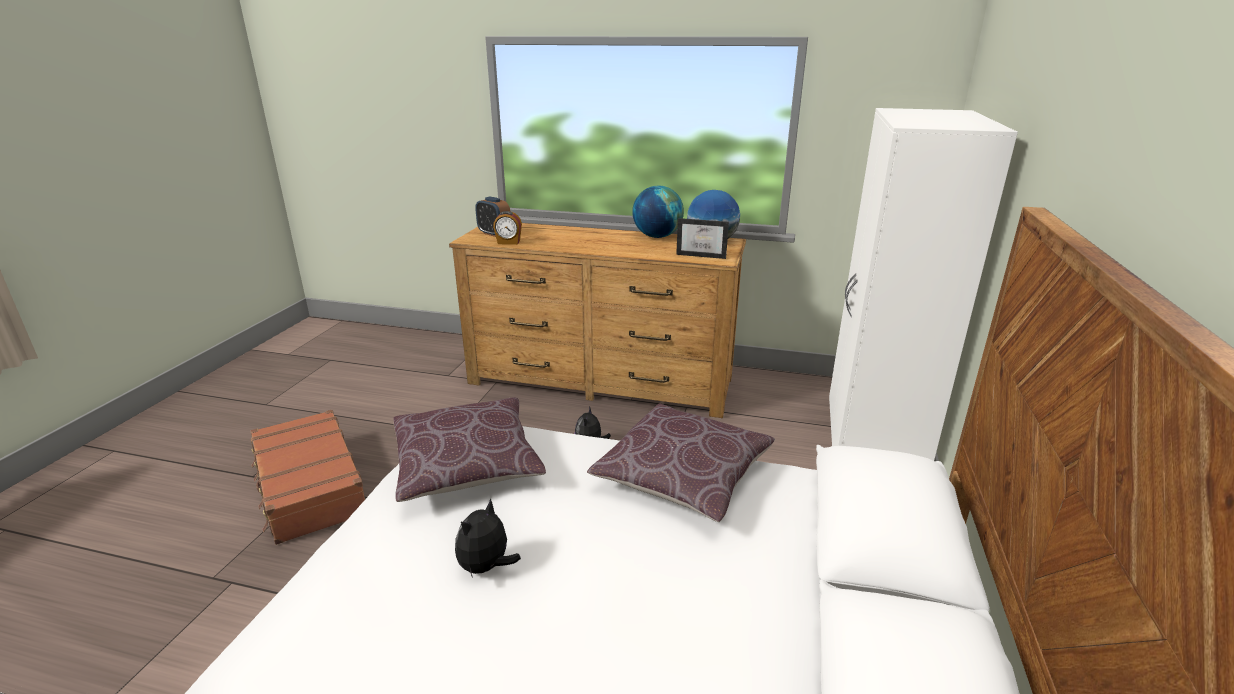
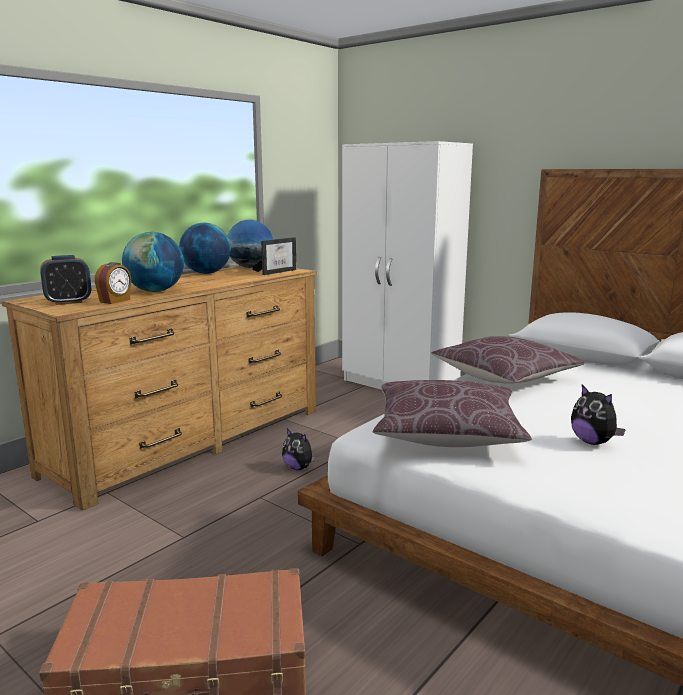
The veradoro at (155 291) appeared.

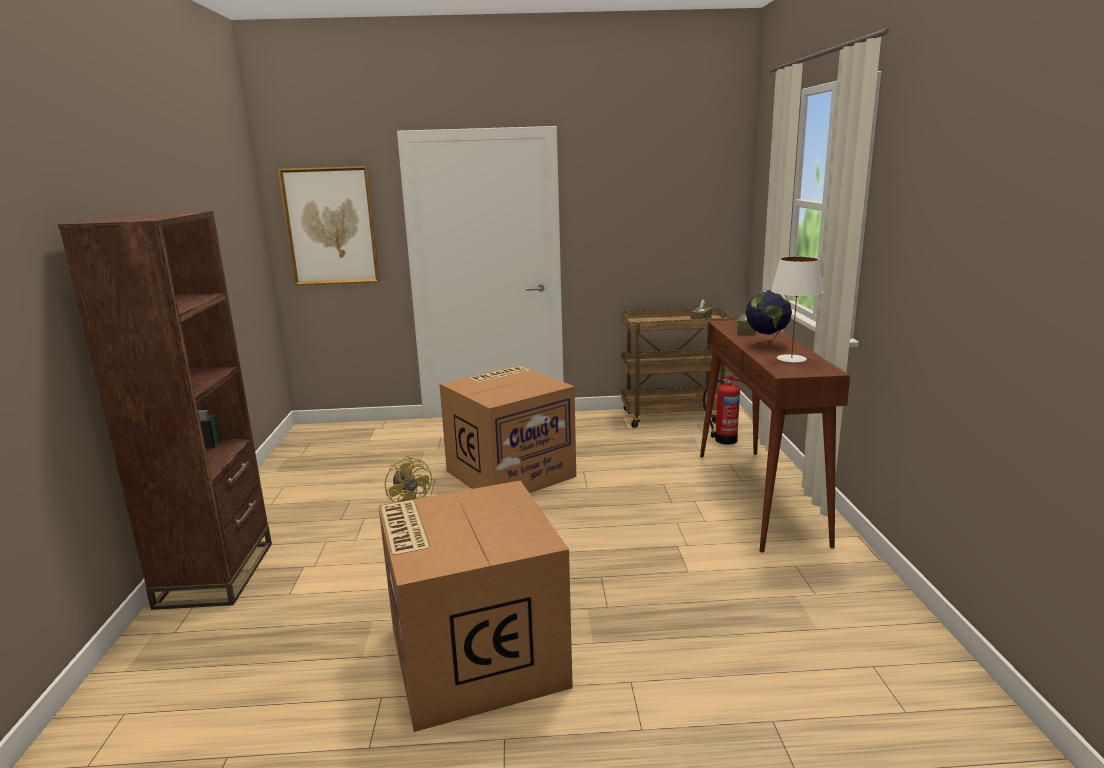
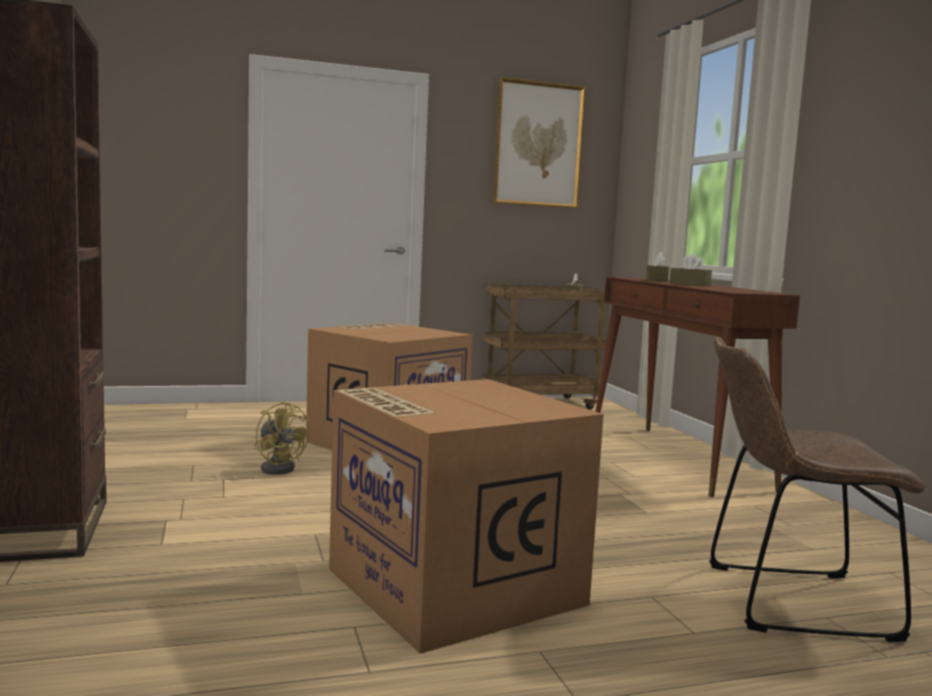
The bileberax at (724 440) disappeared.
The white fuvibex at (792 358) disappeared.
The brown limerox at (787 601) appeared.
The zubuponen moved from (331 226) to (538 144).
The veradoro at (766 345) was replaced by the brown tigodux at (689 284).

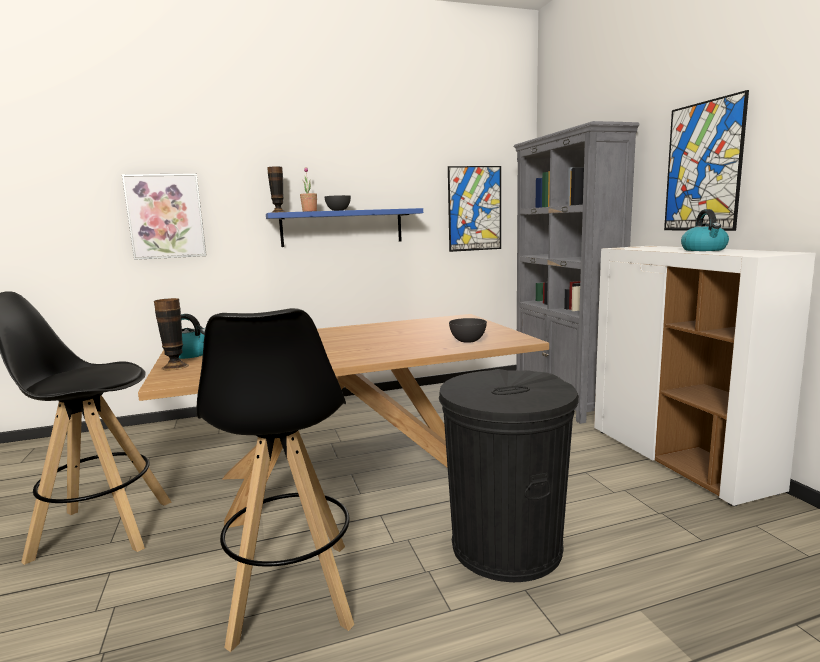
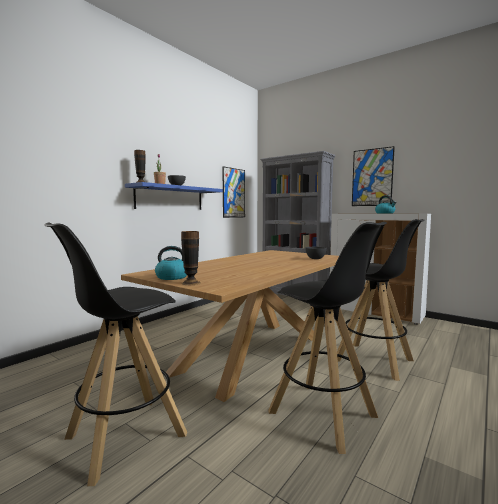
The zubuponen at (166 216) disappeared.
The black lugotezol at (506 546) was replaced by the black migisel at (374 361).

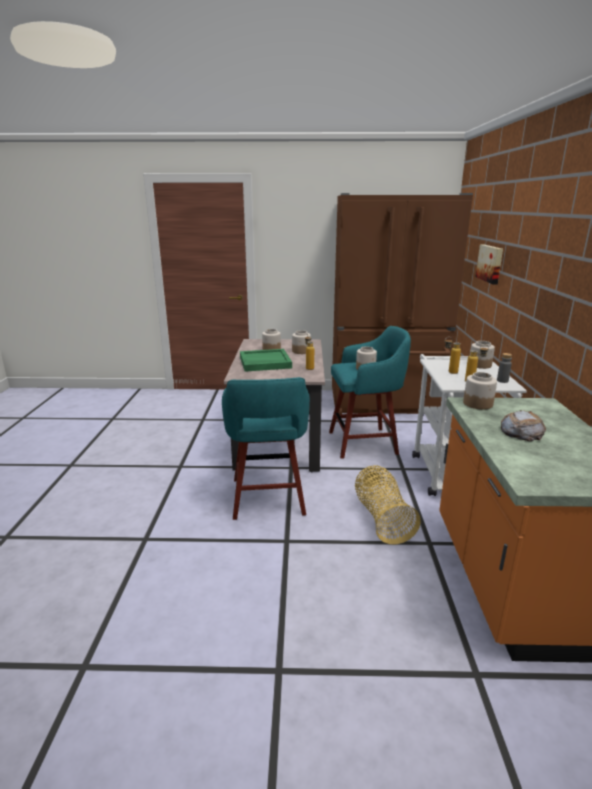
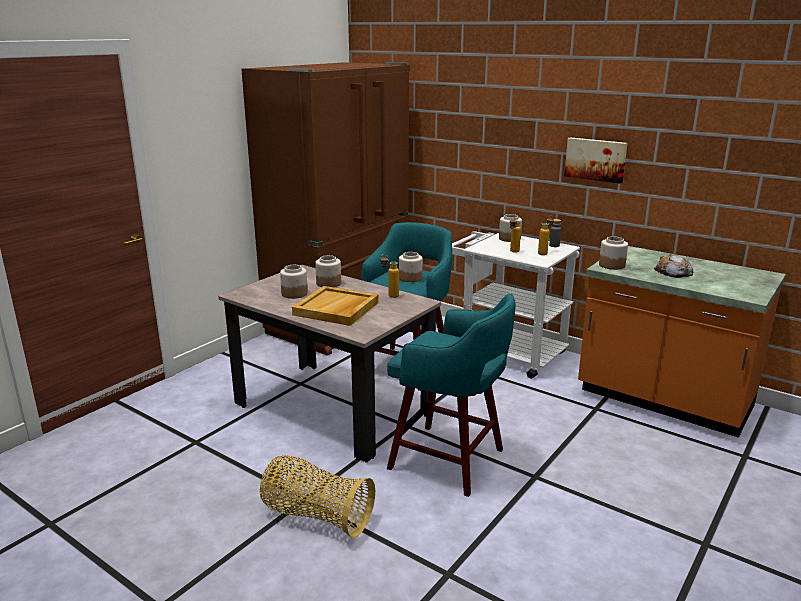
The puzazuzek moved from (382 518) to (316 516).
The zubuponen moved from (490 263) to (595 159).
The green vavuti at (264 362) became the beige vavuti at (336 309).

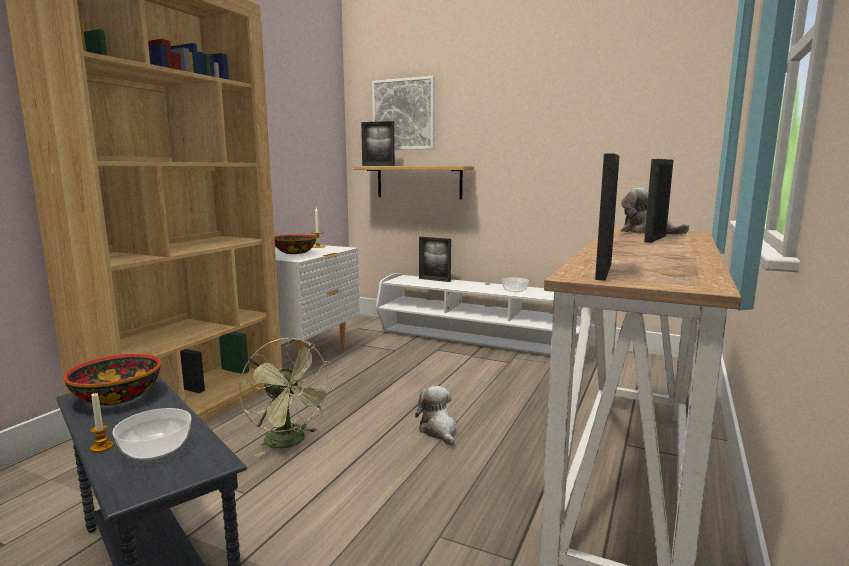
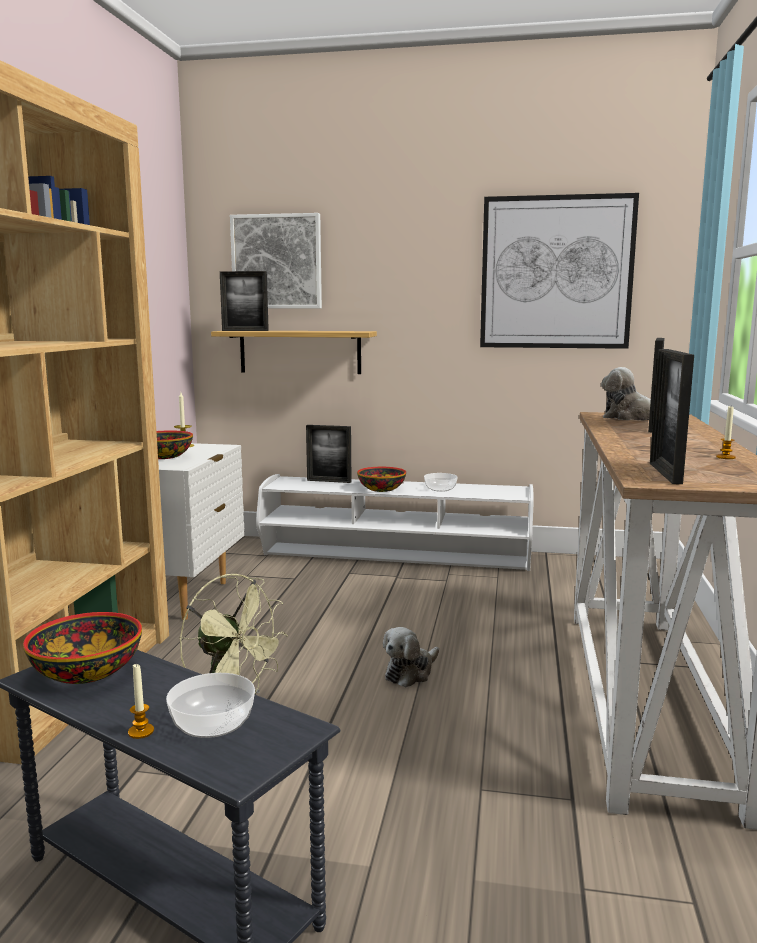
The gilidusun at (382 489) appeared.
The zubuponen at (556 273) appeared.
The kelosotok at (725 457) appeared.
The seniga at (438 430) turned 105 degrees counterclockwise.

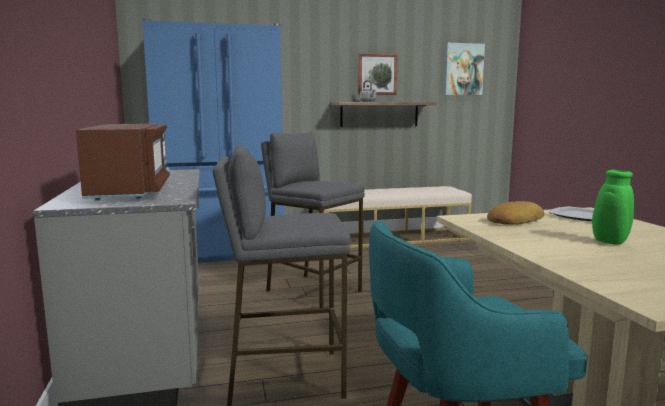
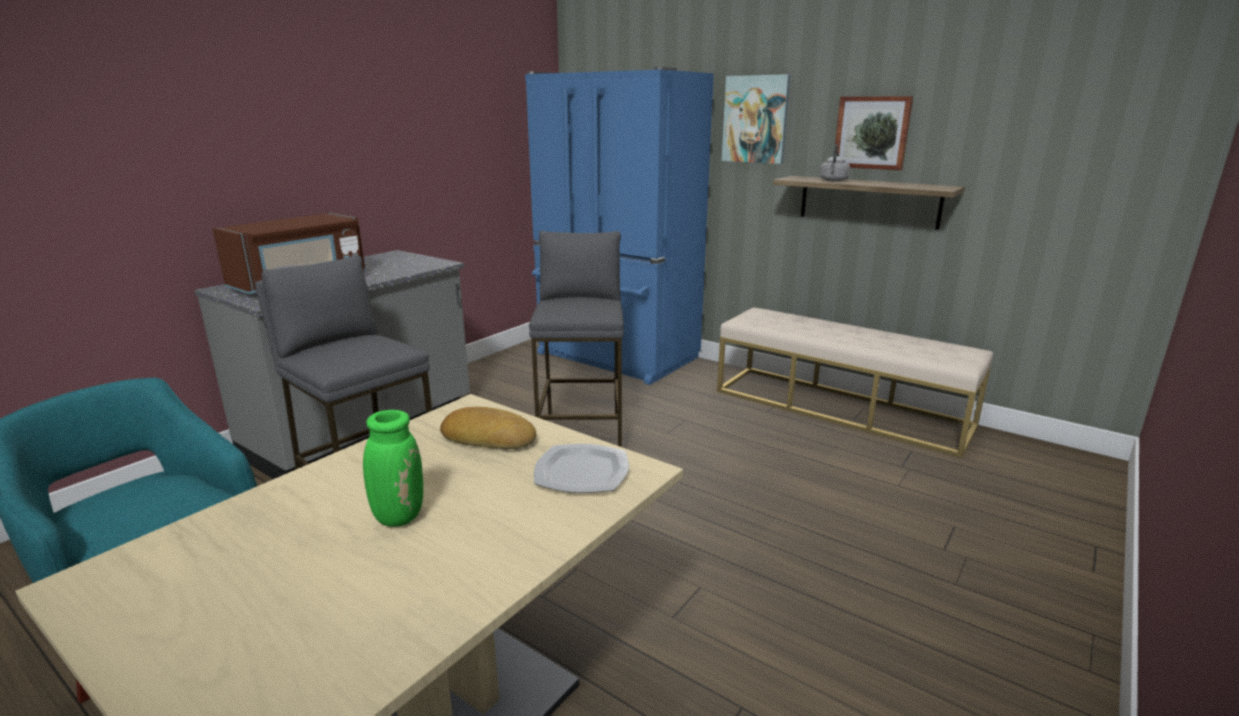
The zubuponen moved from (463 69) to (755 119).

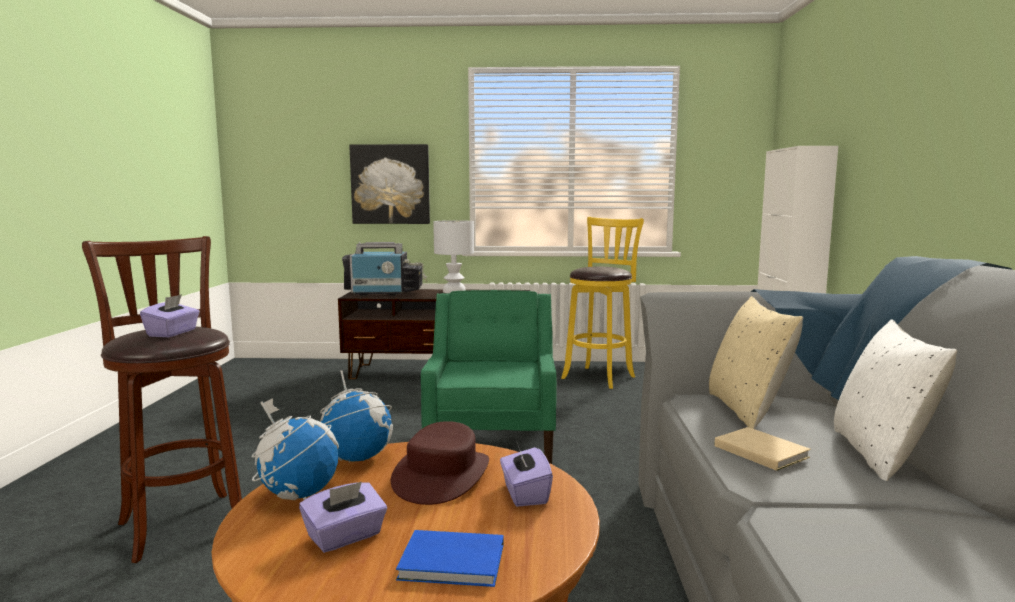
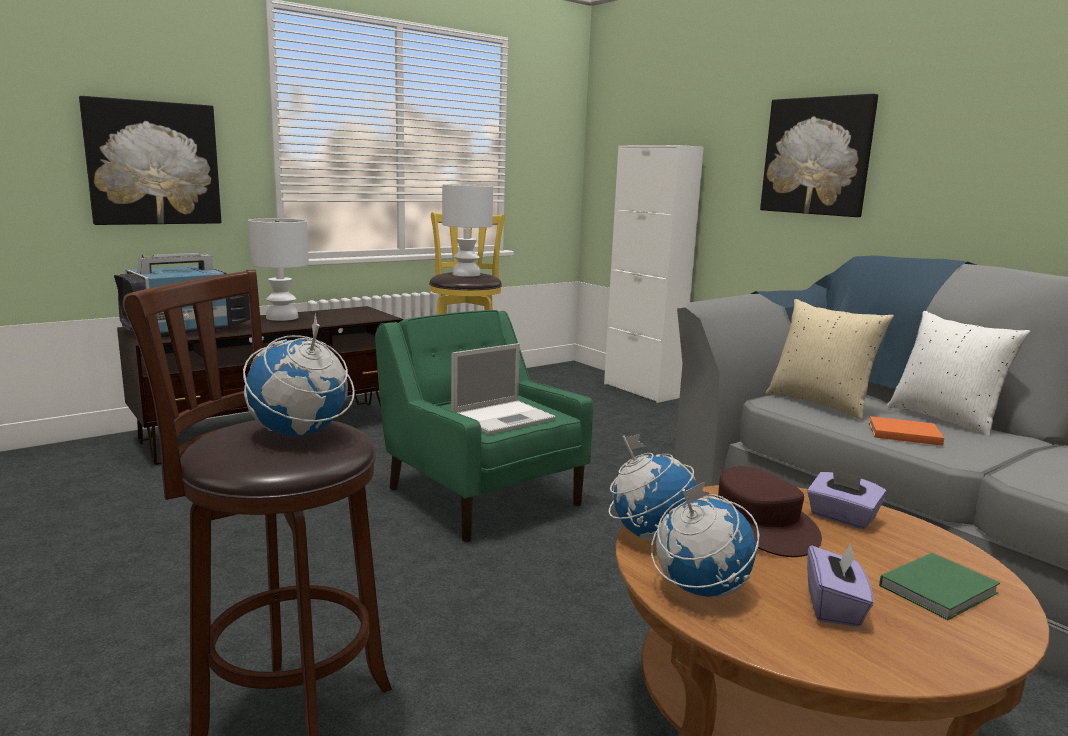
The white fuvibex at (467 274) appeared.
The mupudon at (504 417) appeared.
The zubuponen at (817 156) appeared.
The purple tigodux at (173 333) was replaced by the veradoro at (299 434).
The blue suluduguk at (454 563) became the green suluduguk at (941 589).
The beige suluduguk at (760 450) became the orange suluduguk at (902 433).

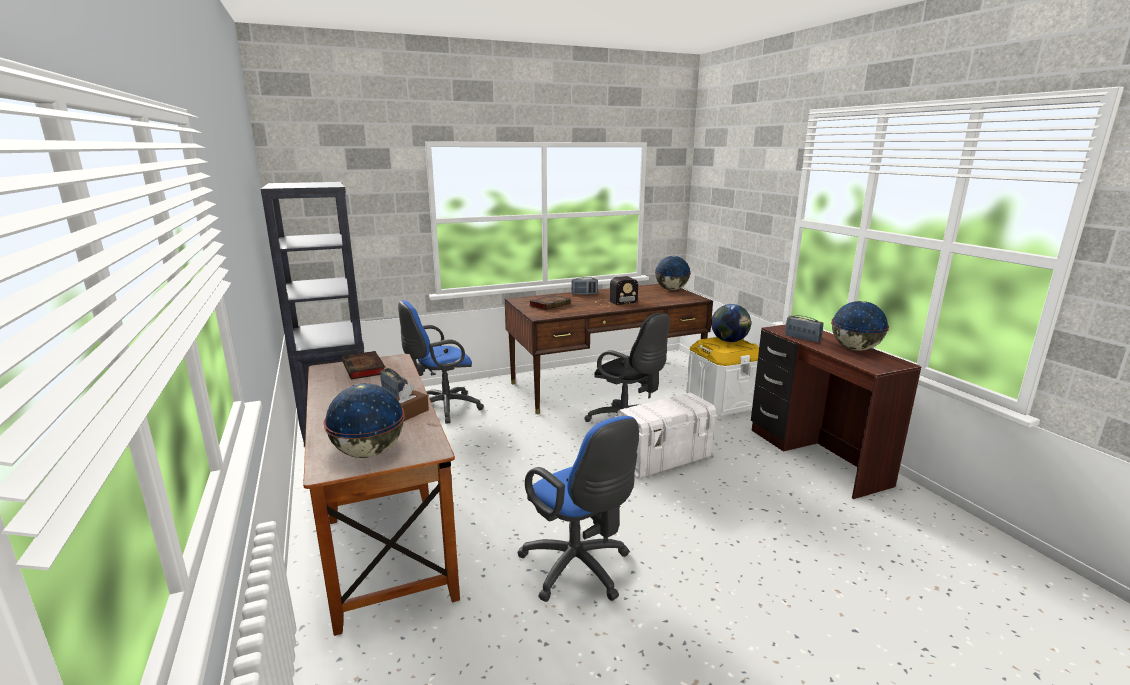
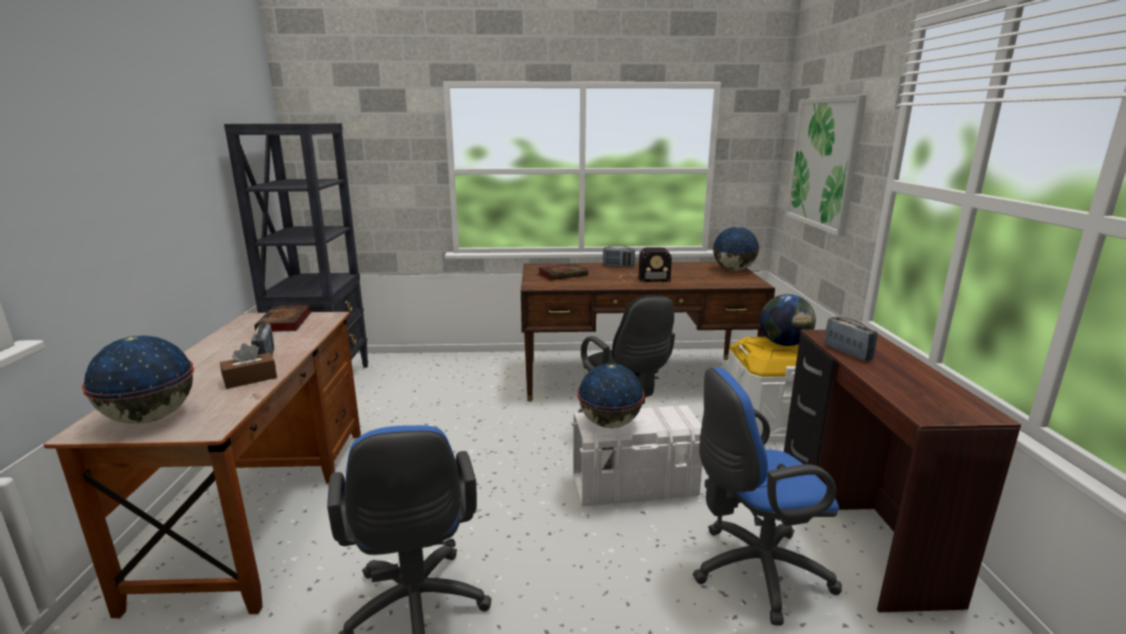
The zubuponen at (823 163) appeared.
The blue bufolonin moved from (442 409) to (753 571).
The veradoro moved from (854 349) to (609 423).

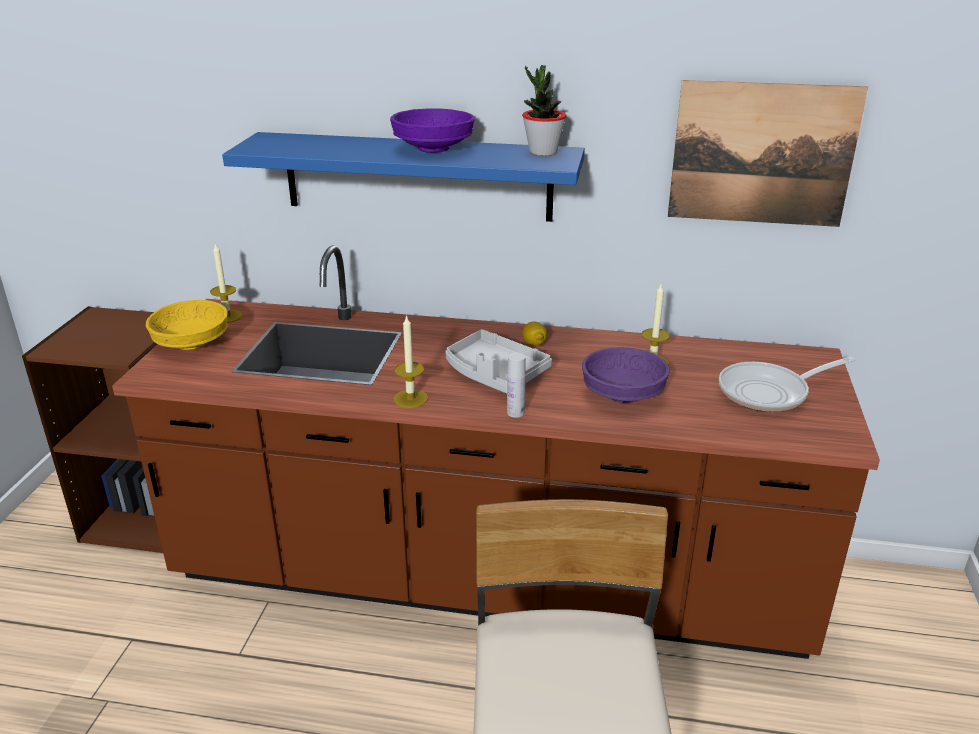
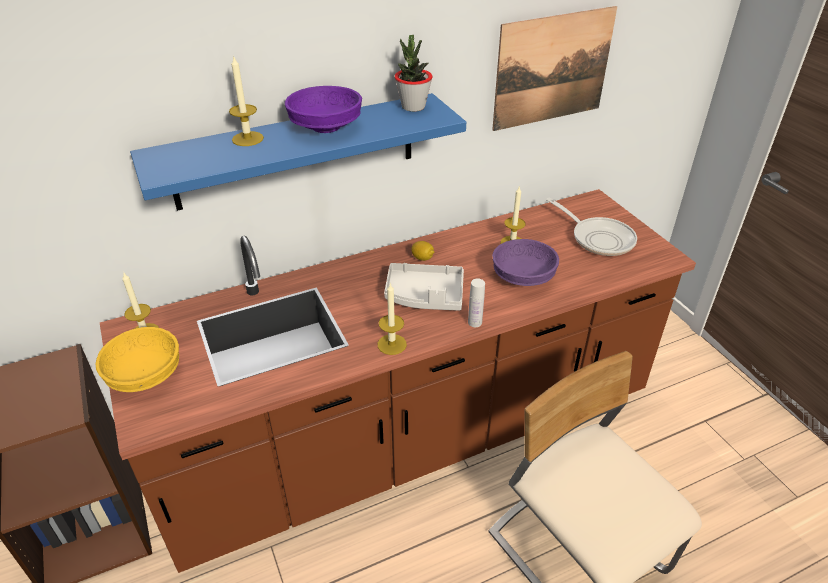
The kelosotok at (247 139) appeared.
The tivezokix at (769 392) turned 75 degrees counterclockwise.

